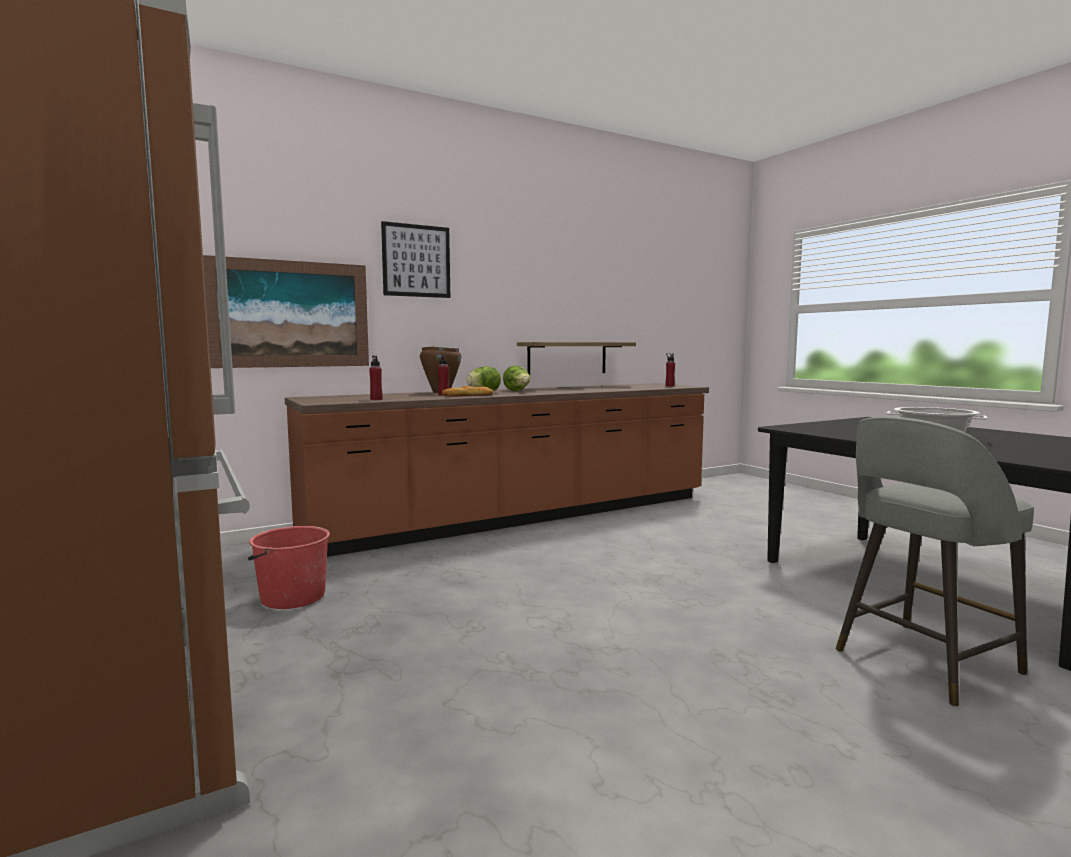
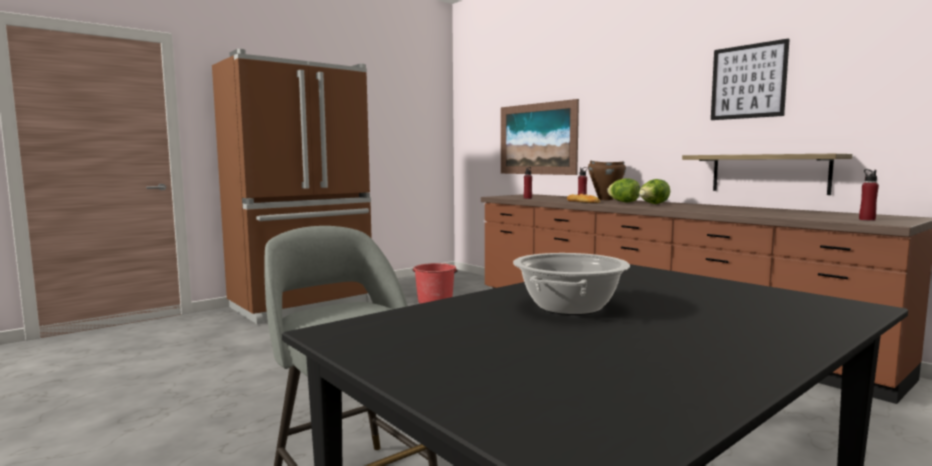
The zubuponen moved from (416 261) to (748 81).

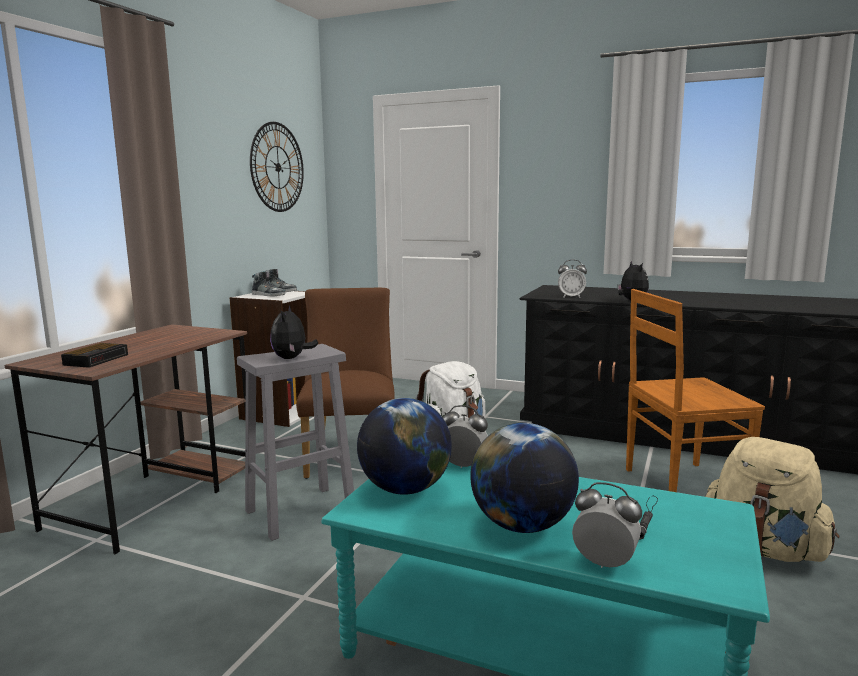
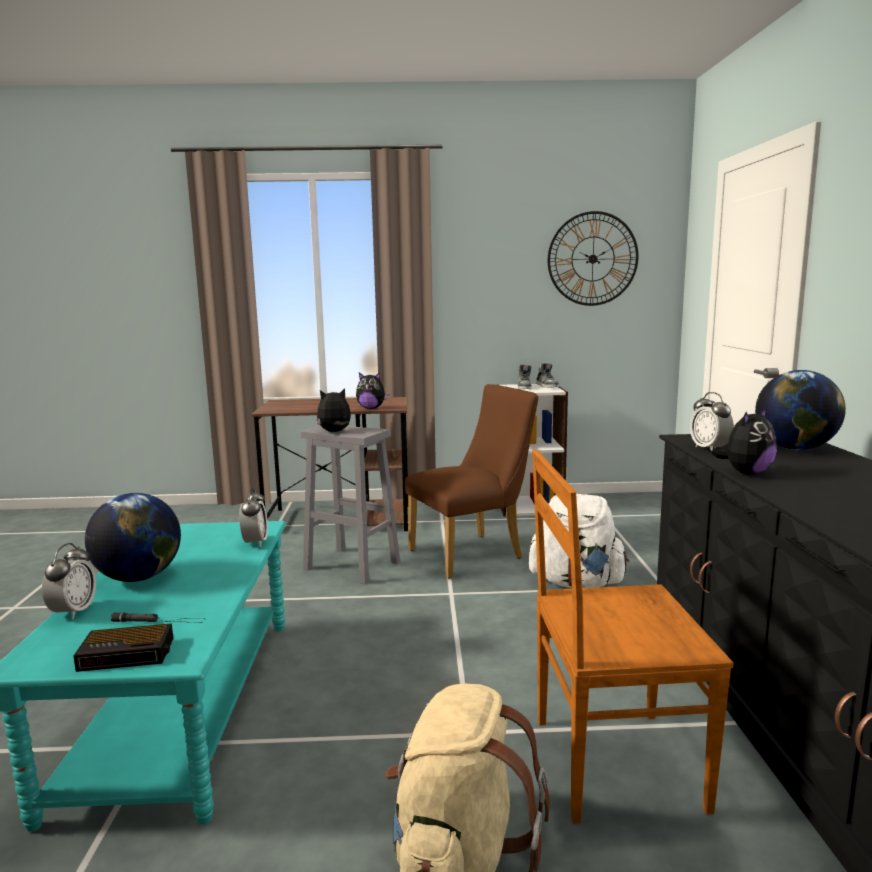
The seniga at (371 408) appeared.
The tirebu moved from (97 359) to (129 654).
The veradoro moved from (405 489) to (795 449).
The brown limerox at (680 485) turned 60 degrees counterclockwise.

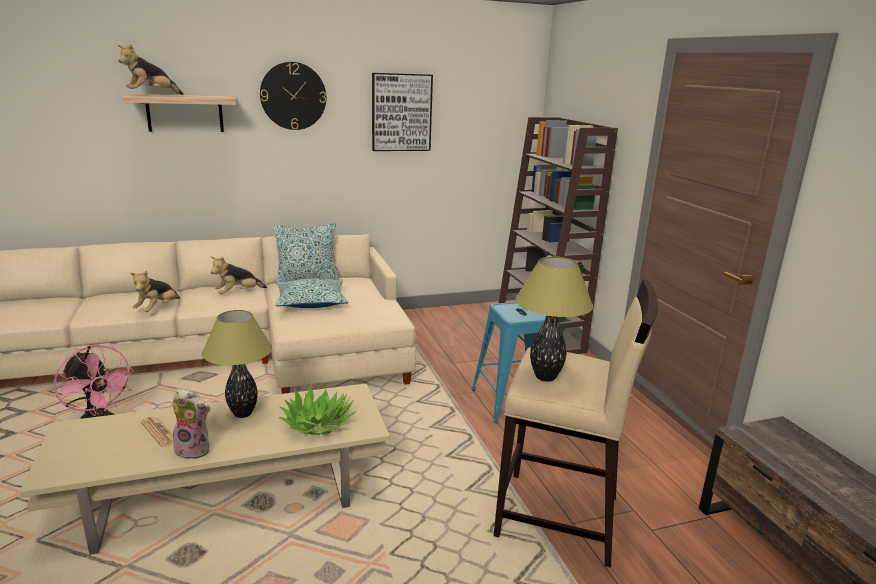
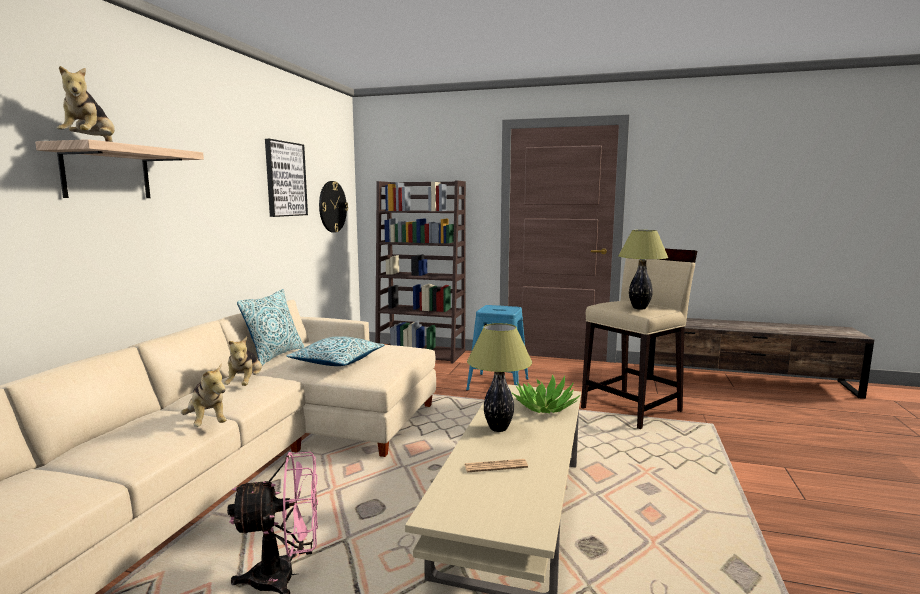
The seniga at (195 450) disappeared.
The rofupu moved from (293 96) to (332 206).

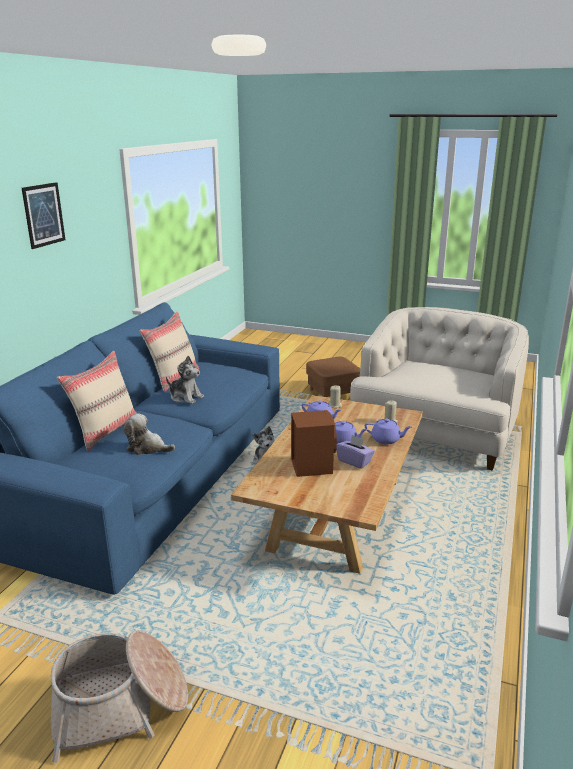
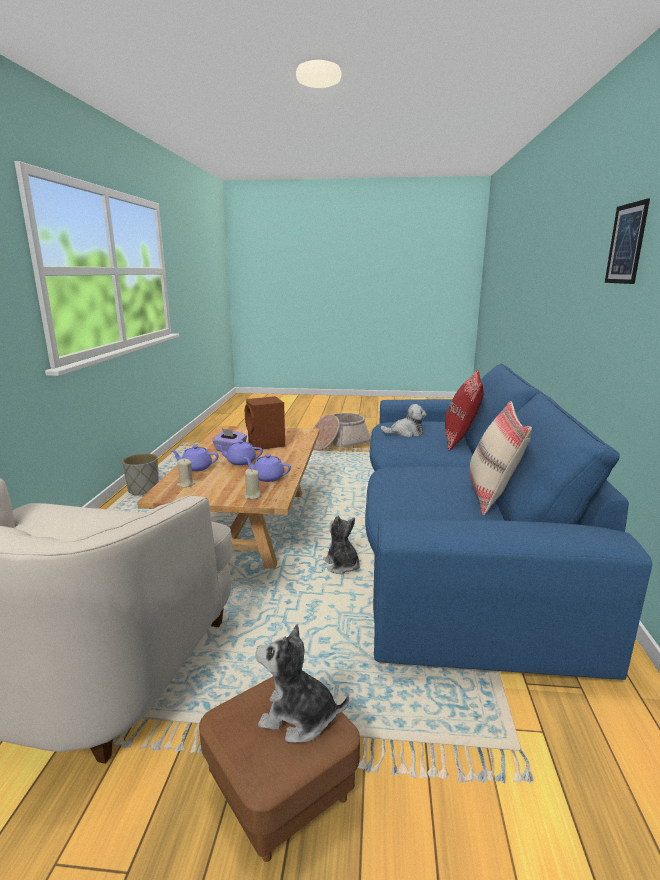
The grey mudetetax at (143 490) appeared.
The seniga moved from (185 397) to (298 717).
The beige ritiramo at (106 431) became the red ritiramo at (460 440).

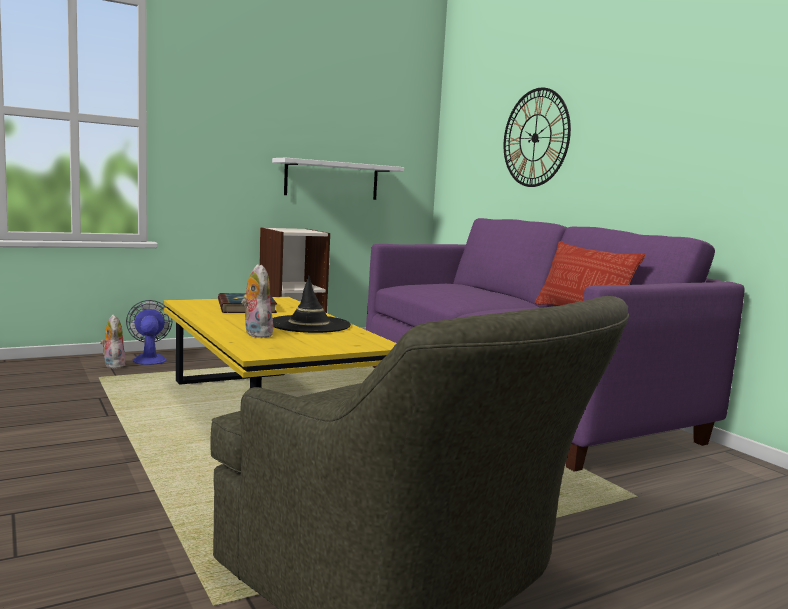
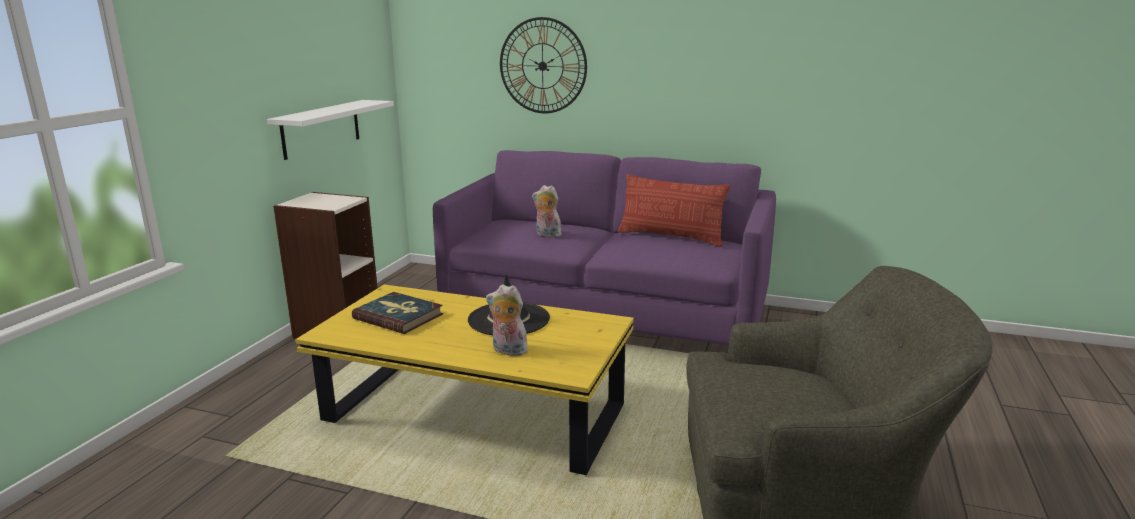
The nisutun at (149 359) disappeared.
The seniga moved from (113 365) to (547 235).

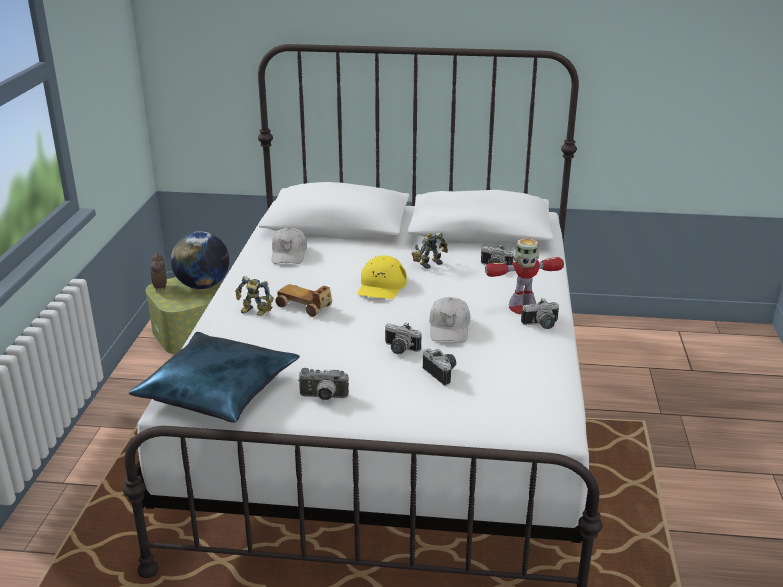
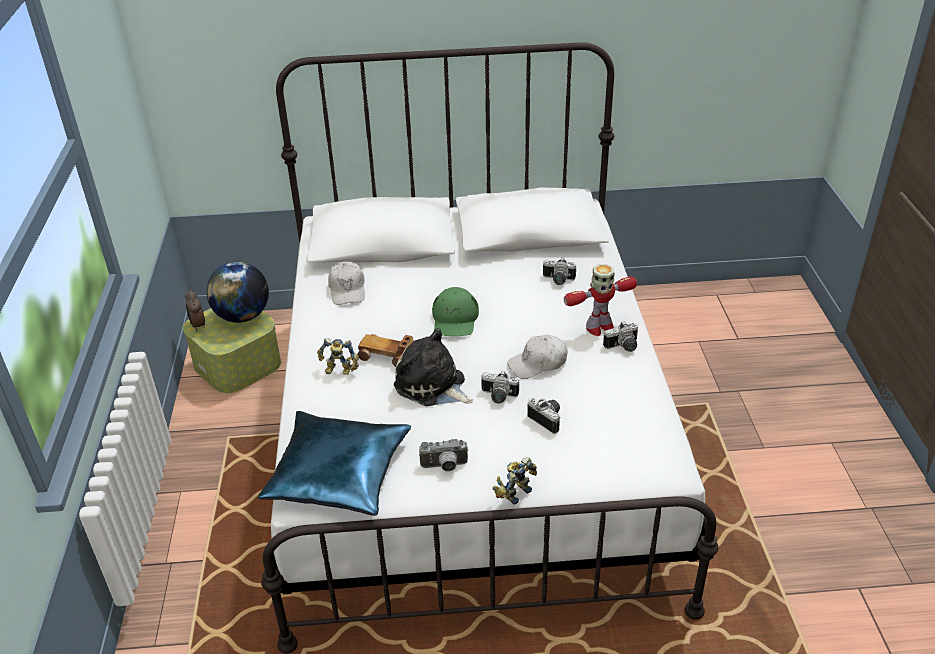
The seniga at (432 386) appeared.
The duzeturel moved from (429 263) to (514 492).
The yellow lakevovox at (381 286) became the green lakevovox at (455 319).
The white lakevovox at (449 328) turned 75 degrees clockwise.

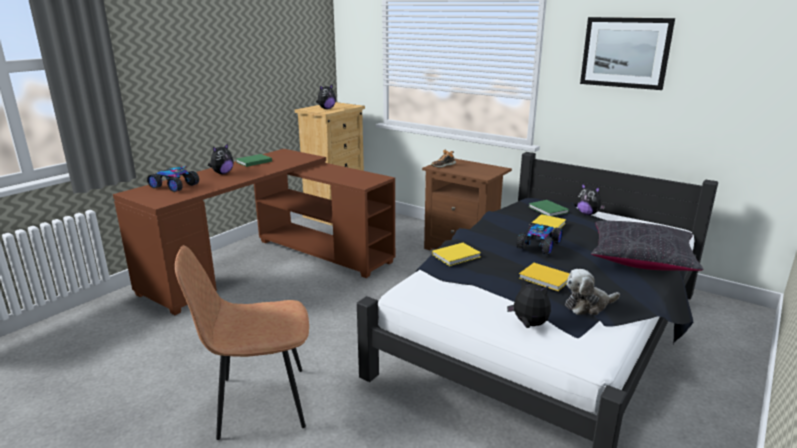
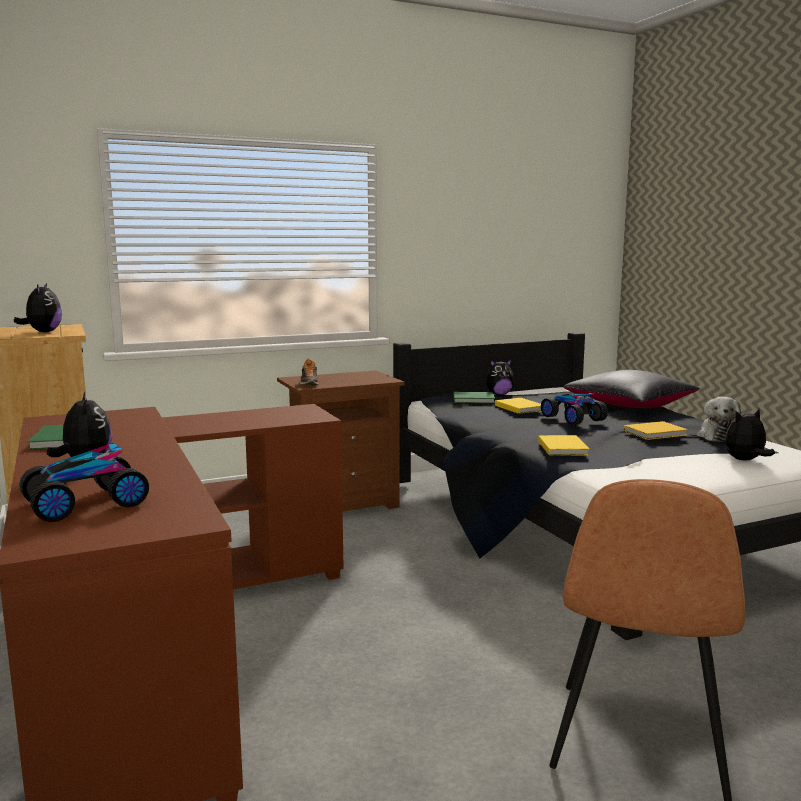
The zubuponen at (625 52) disappeared.

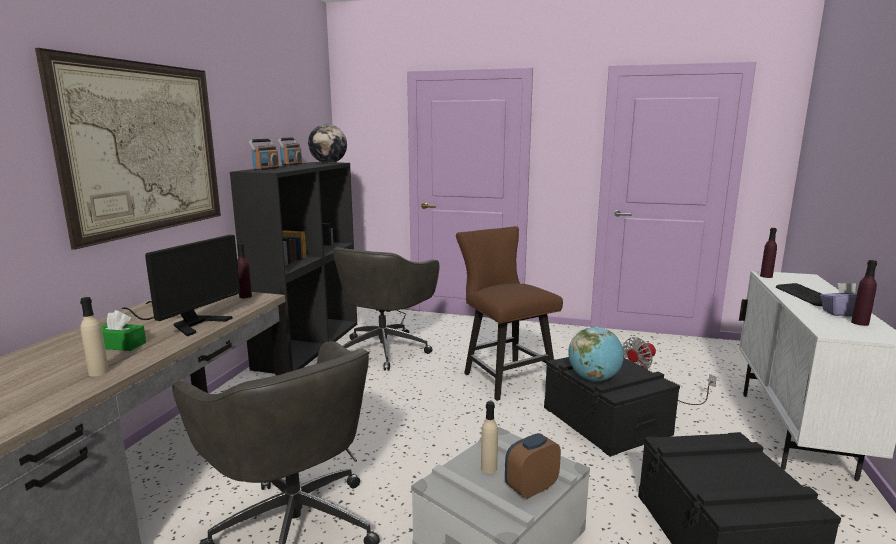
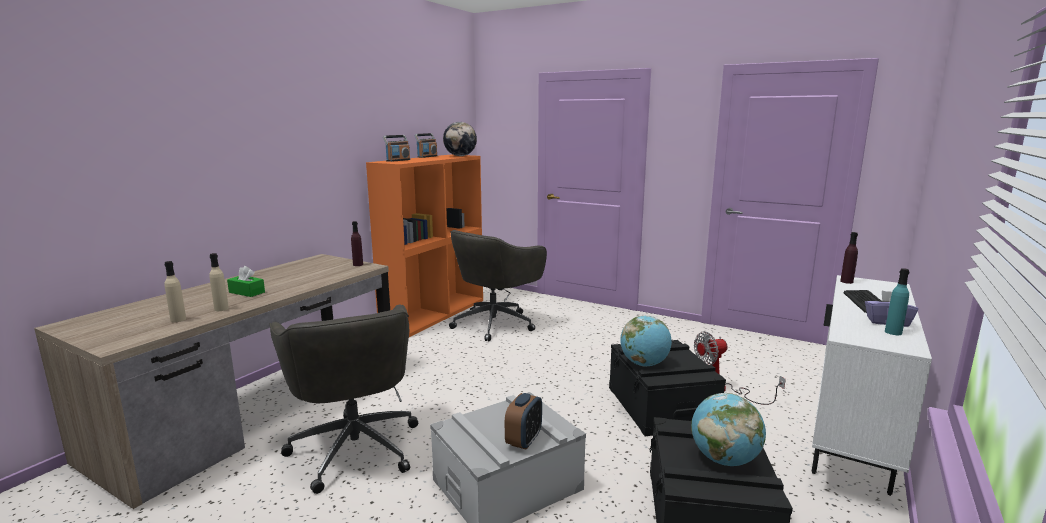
The zubuponen at (144 148) disappeared.
The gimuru at (187 322) disappeared.
The brown limerox at (504 376) disappeared.
The veradoro at (724 460) appeared.
The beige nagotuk moved from (489 468) to (178 319).
The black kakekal at (308 344) became the orange kakekal at (434 313).
The purple nagotuk at (860 323) became the turquoise nagotuk at (893 332).
The tirebu at (531 488) turned 135 degrees clockwise.

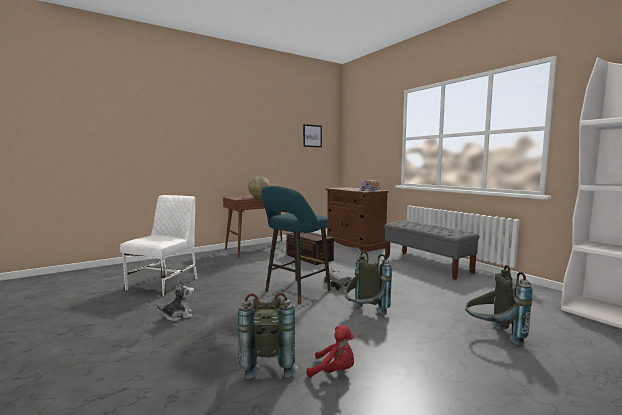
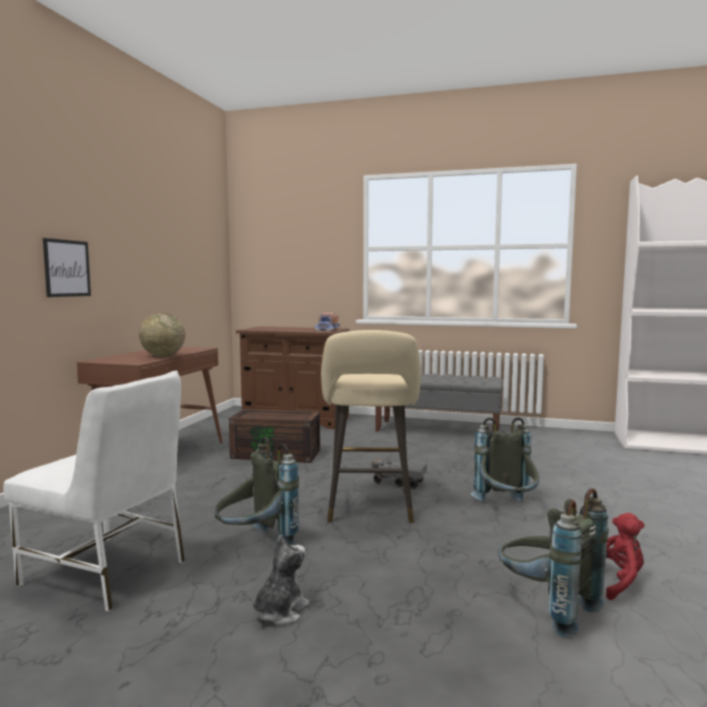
The zubuponen moved from (312 136) to (67 268).
The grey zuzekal moved from (493 336) to (256 544).
The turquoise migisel at (295 292) became the beige migisel at (370 509).
The white limerox at (165 284) turned 135 degrees clockwise.

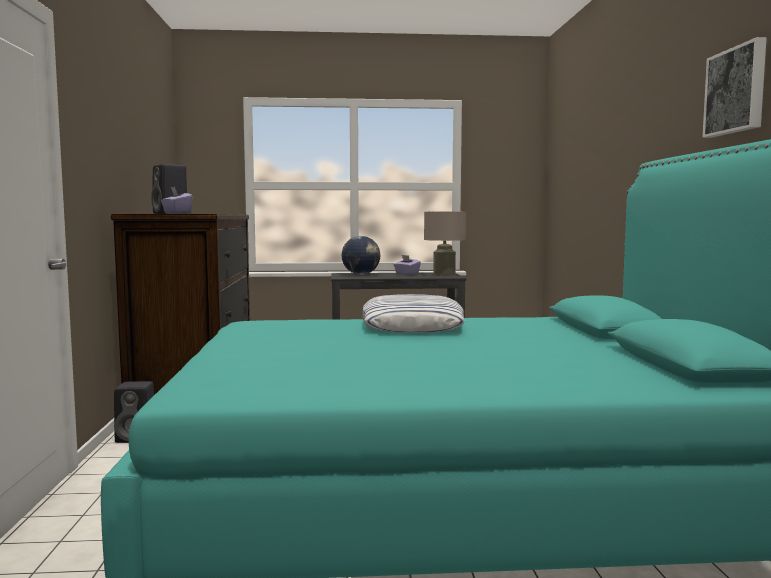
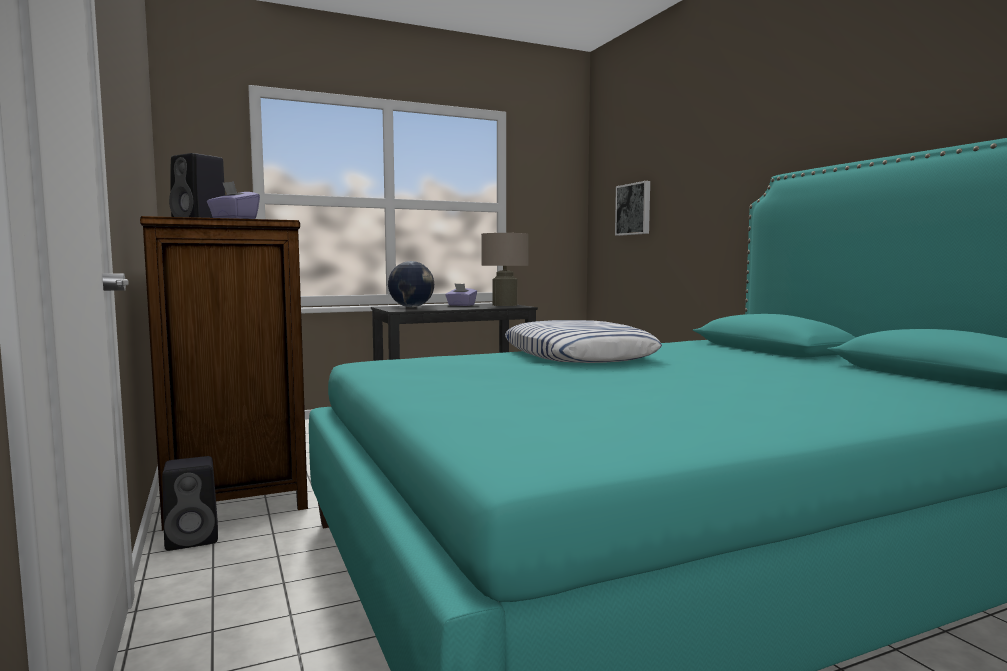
The zubuponen moved from (736 91) to (634 209).

